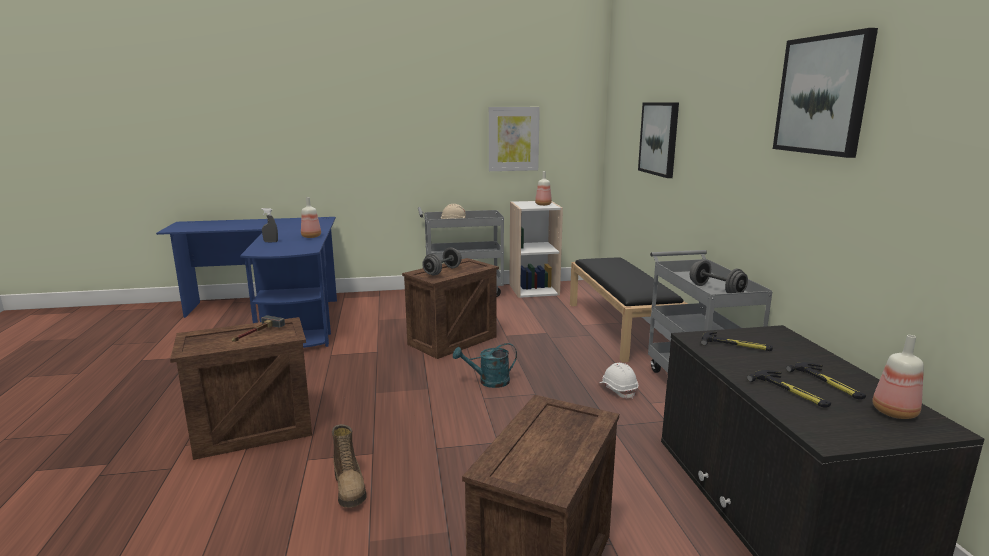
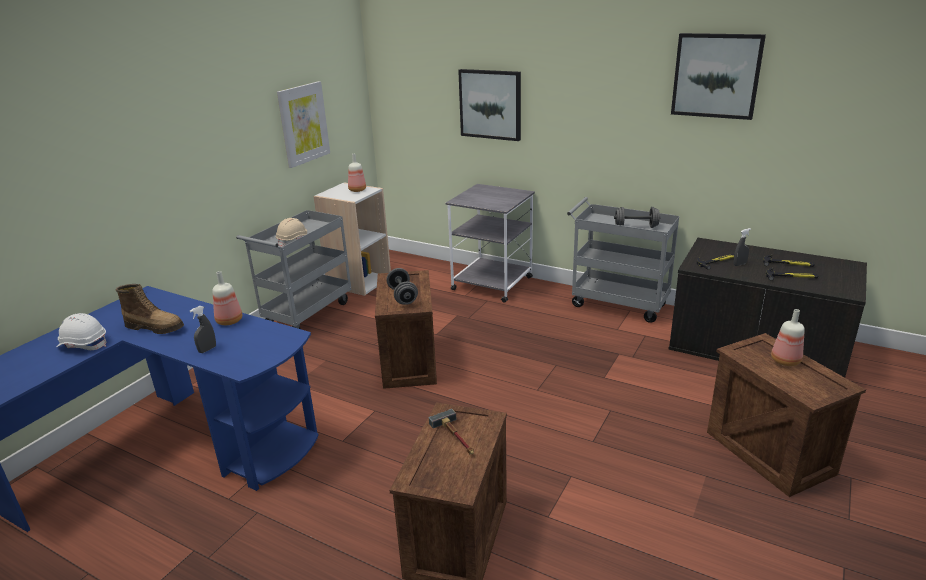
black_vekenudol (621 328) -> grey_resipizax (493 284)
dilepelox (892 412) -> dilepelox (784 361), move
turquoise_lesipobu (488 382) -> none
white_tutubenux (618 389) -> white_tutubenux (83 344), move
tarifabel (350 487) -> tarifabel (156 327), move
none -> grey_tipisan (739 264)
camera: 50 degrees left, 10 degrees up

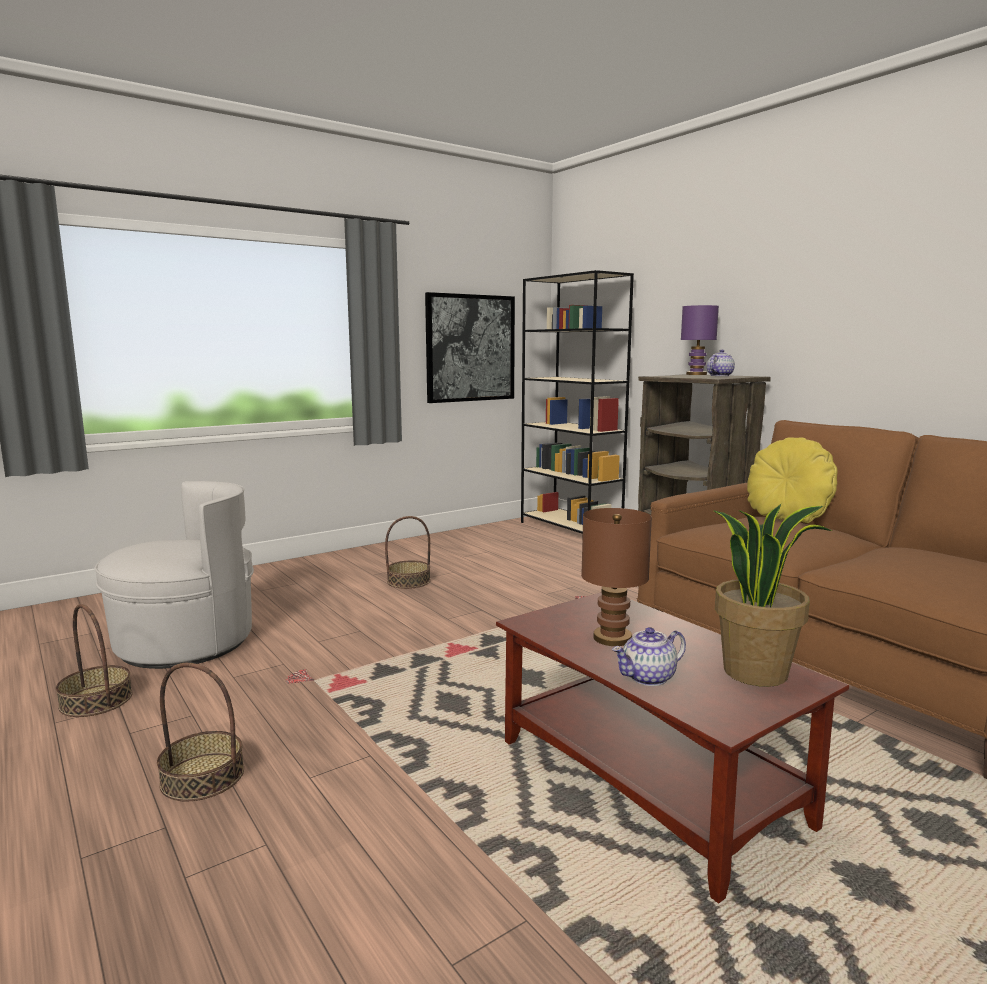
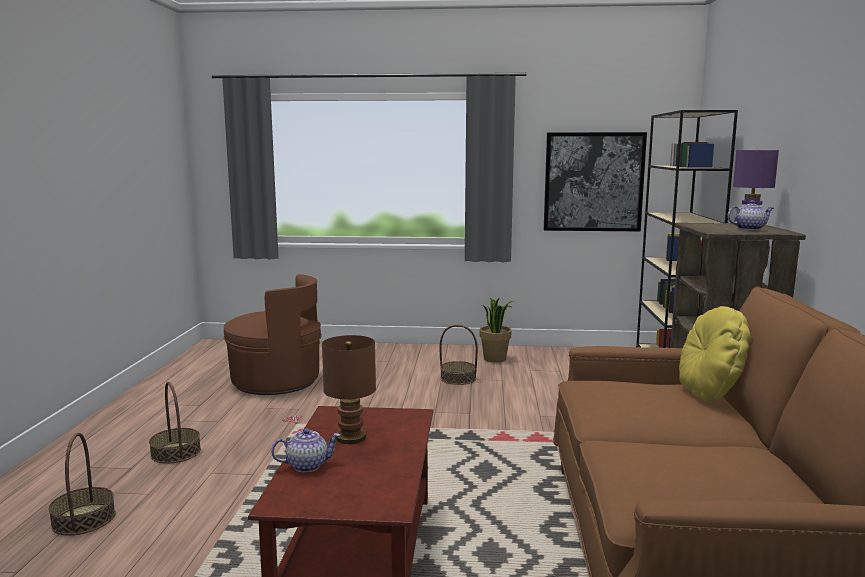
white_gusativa (184 642) -> brown_gusativa (275 381)
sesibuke (755 672) -> sesibuke (495 359), move
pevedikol (96 700) -> pevedikol (83 519), move
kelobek (648 678) -> kelobek (307 465), 150 degrees clockwise
camera: 40 degrees right, 0 degrees up

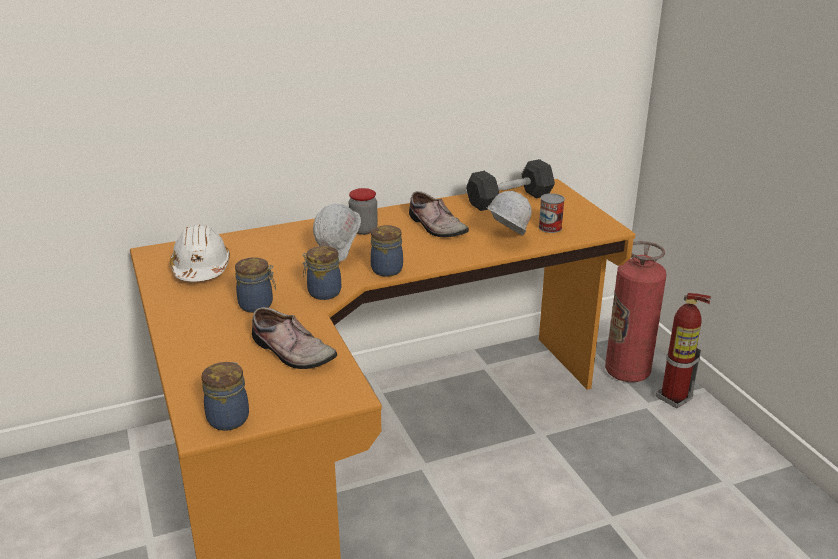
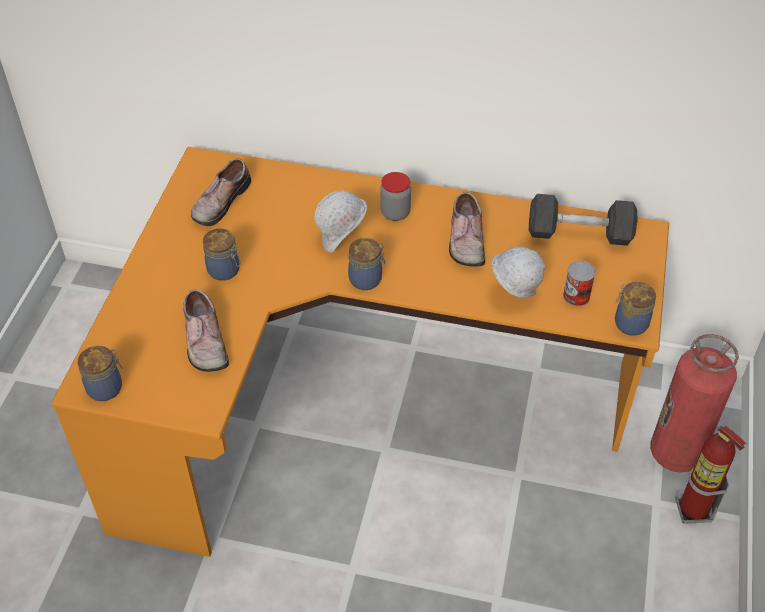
white_tutubenux (201 268) -> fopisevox (219 201)
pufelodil (323 292) -> pufelodil (629 323), move
camera: 35 degrees right, 20 degrees up

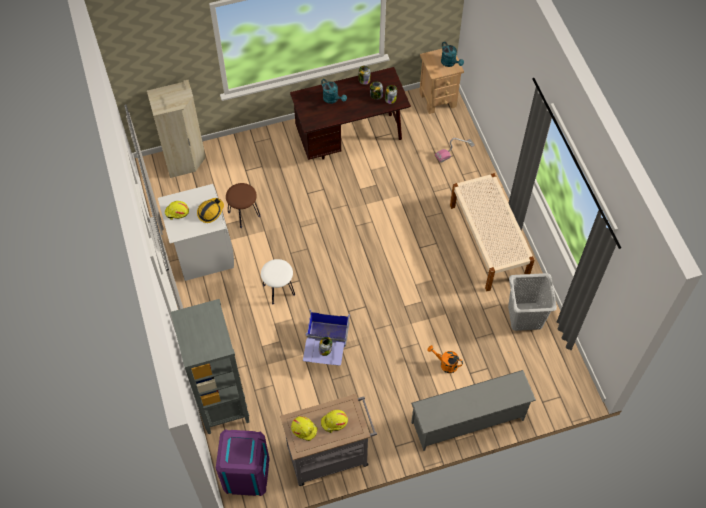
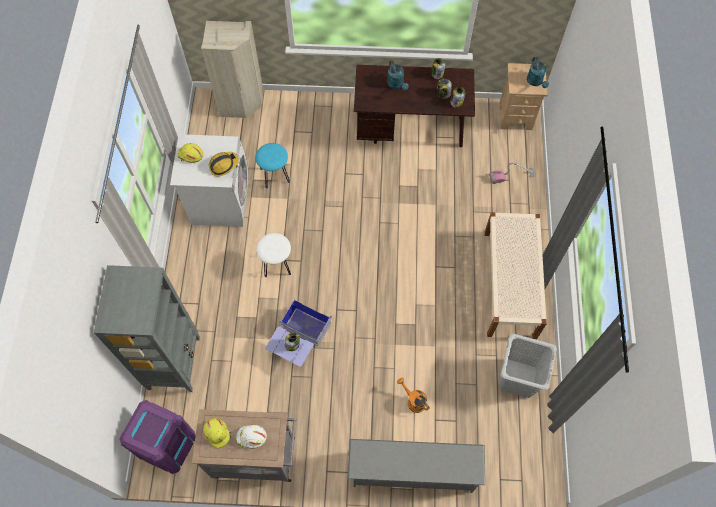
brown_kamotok (244 214) -> turquoise_kamotok (274 175)
yellow_tutubenux (334 422) -> white_tutubenux (251 437)
camera: 20 degrees right, 5 degrees up

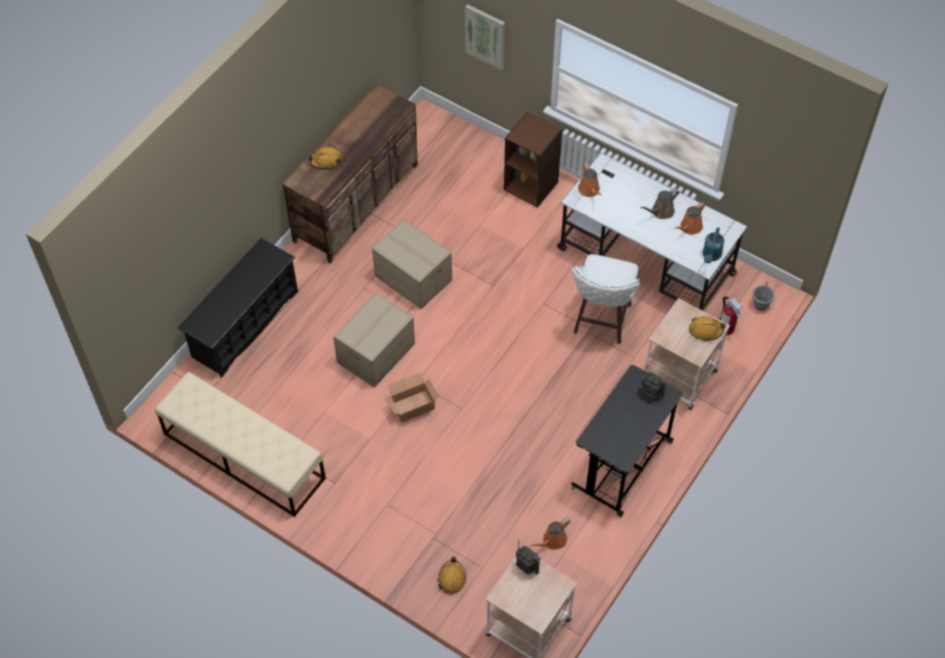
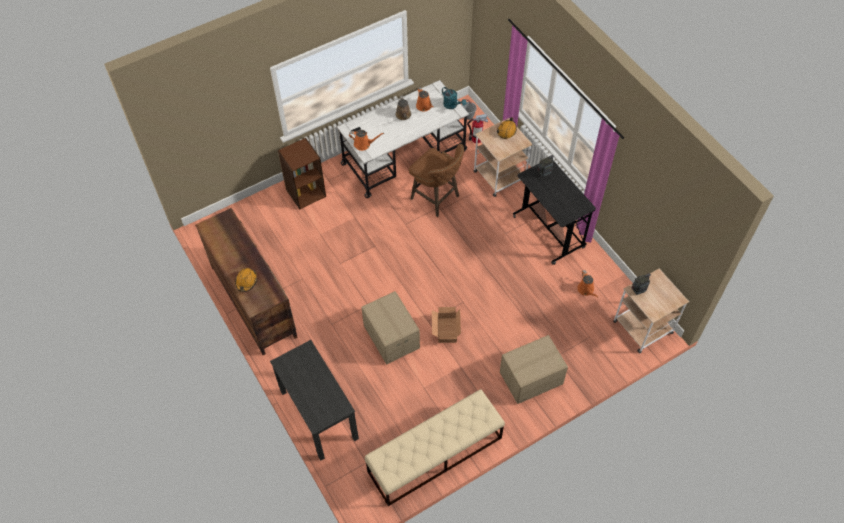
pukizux (485 36) -> none
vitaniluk (412 278) -> vitaniluk (531 378), move
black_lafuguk (244 324) -> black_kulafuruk (318 414)
white_kamotok (601 321) -> brown_kamotok (436 199)
orange_tutubenux (451 578) -> none
camera: 65 degrees left, 0 degrees up

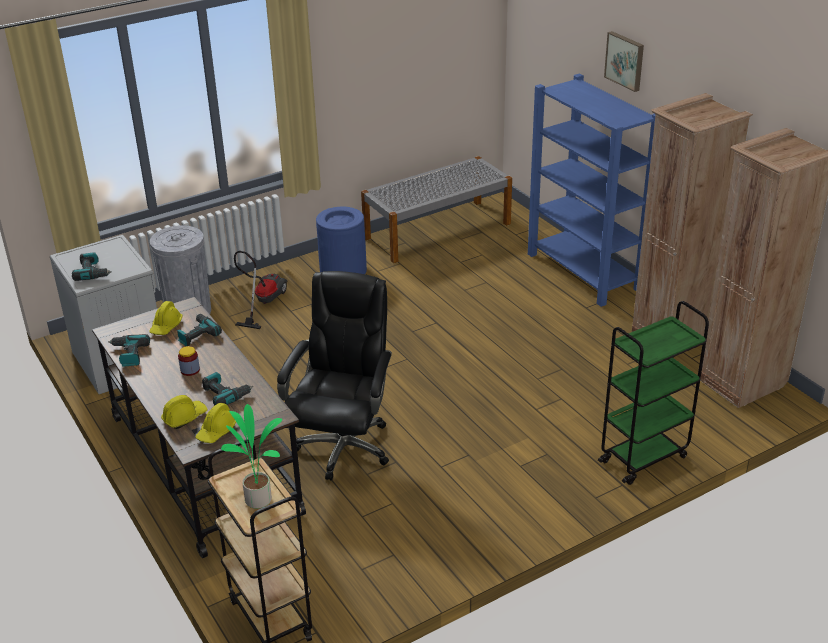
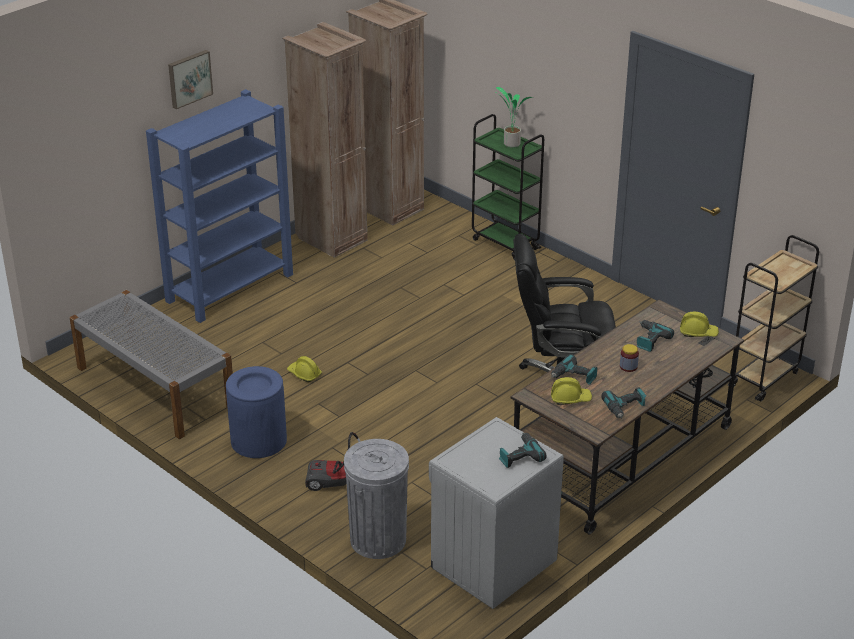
yellow_tutubenux (184 417) -> yellow_tutubenux (304 374), move
sesibuke (259 498) -> sesibuke (510 144), move
camera: 105 degrees left, 0 degrees up

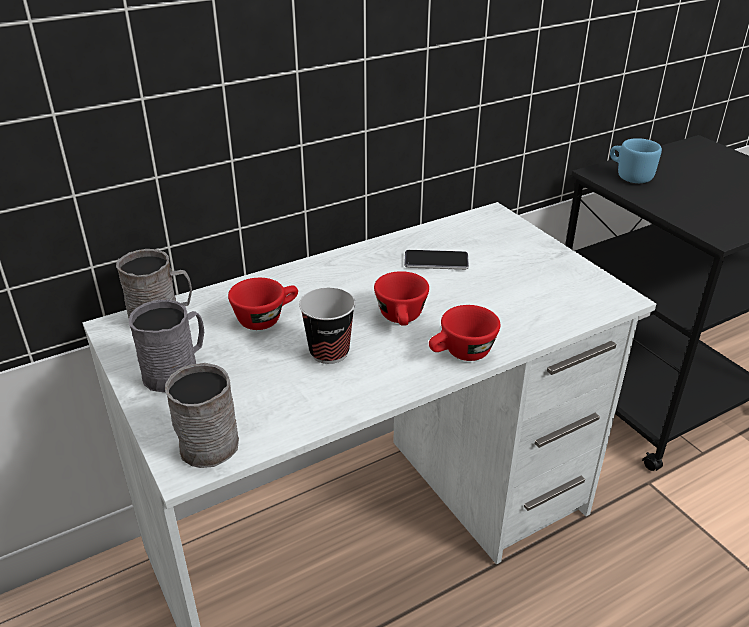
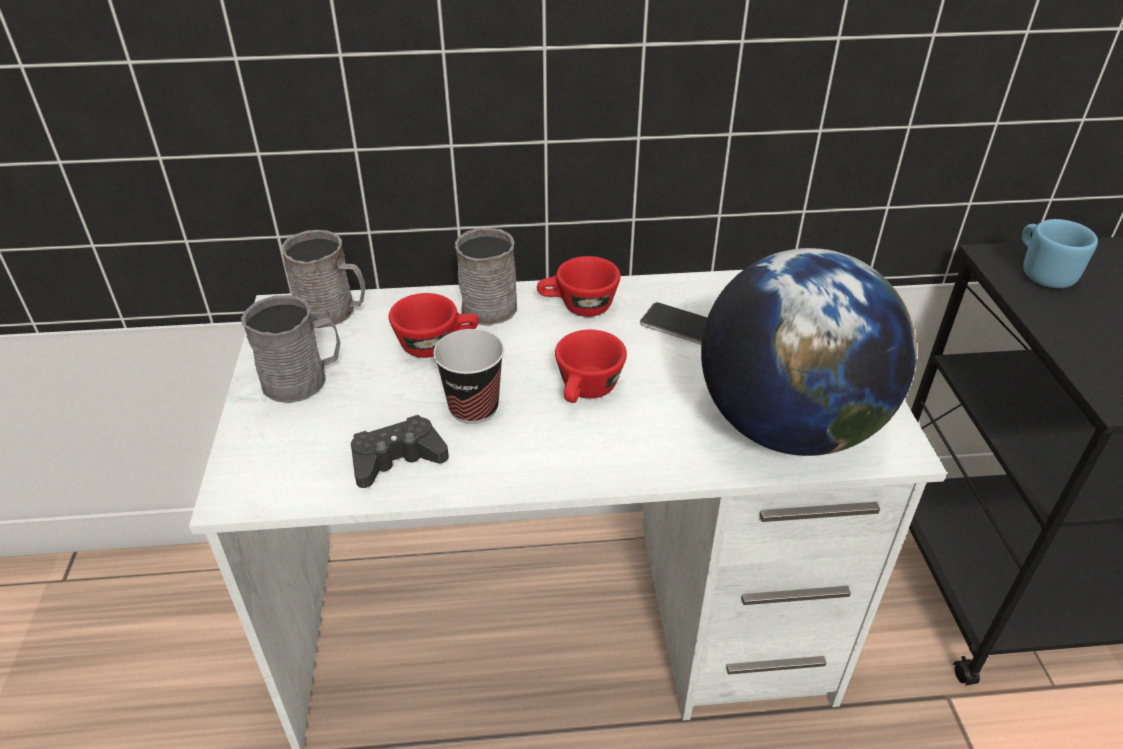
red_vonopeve (461 354) -> red_vonopeve (578 307), move
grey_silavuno (209 438) -> grey_silavuno (492 303), move
none -> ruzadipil (788 427)
none -> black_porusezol (397 459)
camera: 25 degrees right, 5 degrees up

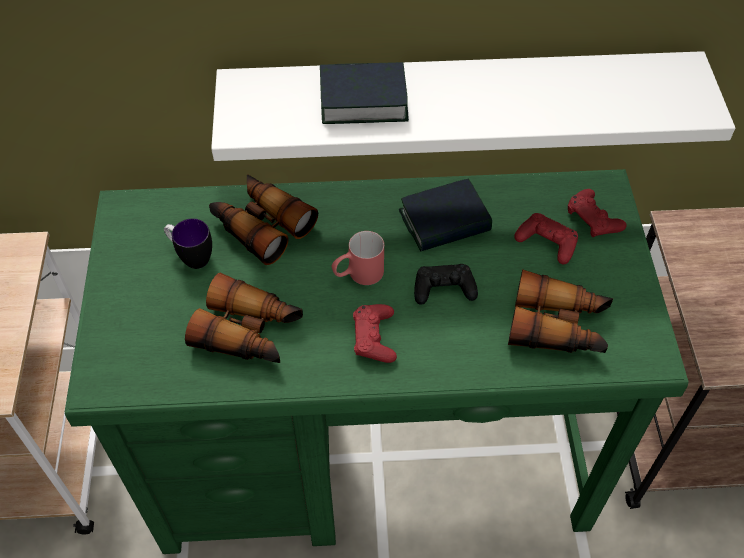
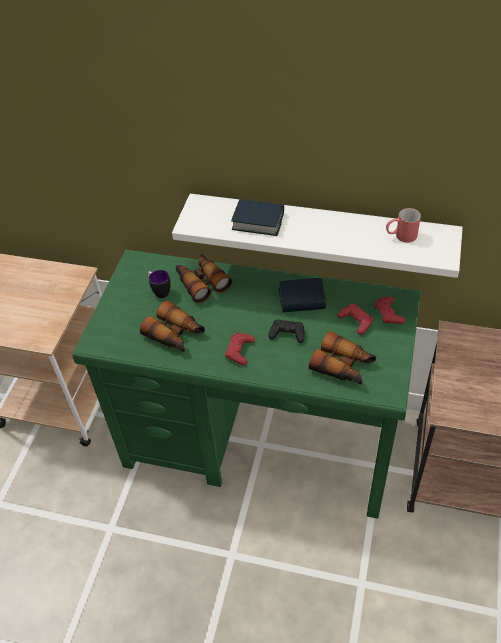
red_silavuno (358 275) -> red_silavuno (400 236), move
camera: 20 degrees right, 5 degrees down

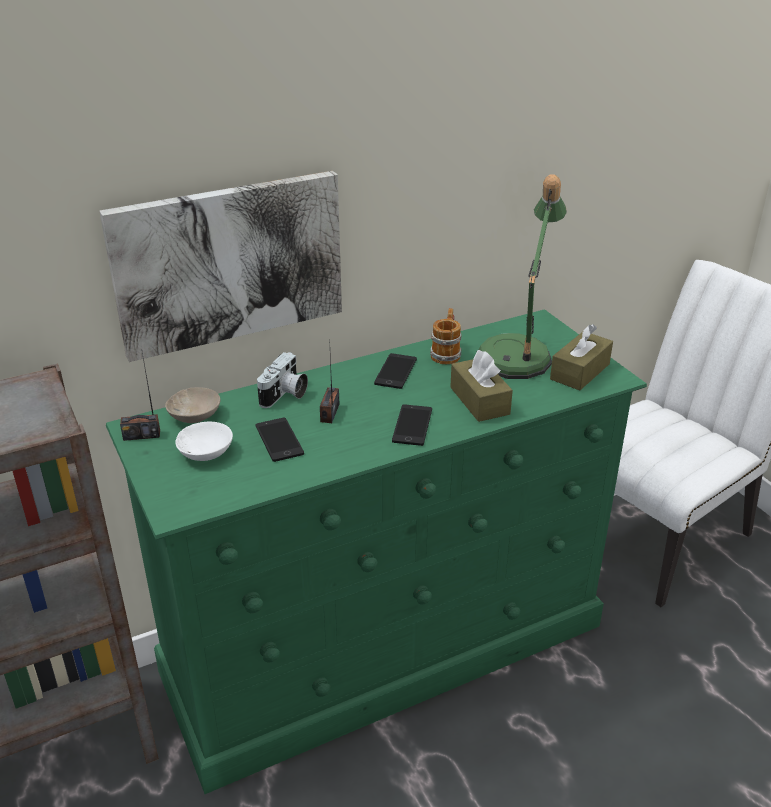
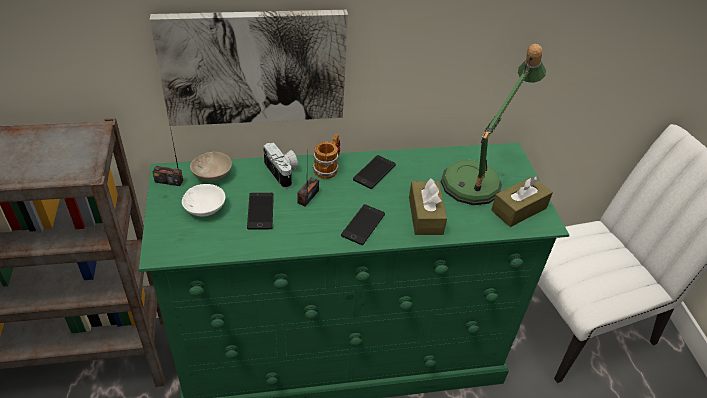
silavuno (446 353) -> silavuno (328 168), move
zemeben (285 395) -> zemeben (283 172), 75 degrees counterclockwise
camera: 15 degrees right, 10 degrees up

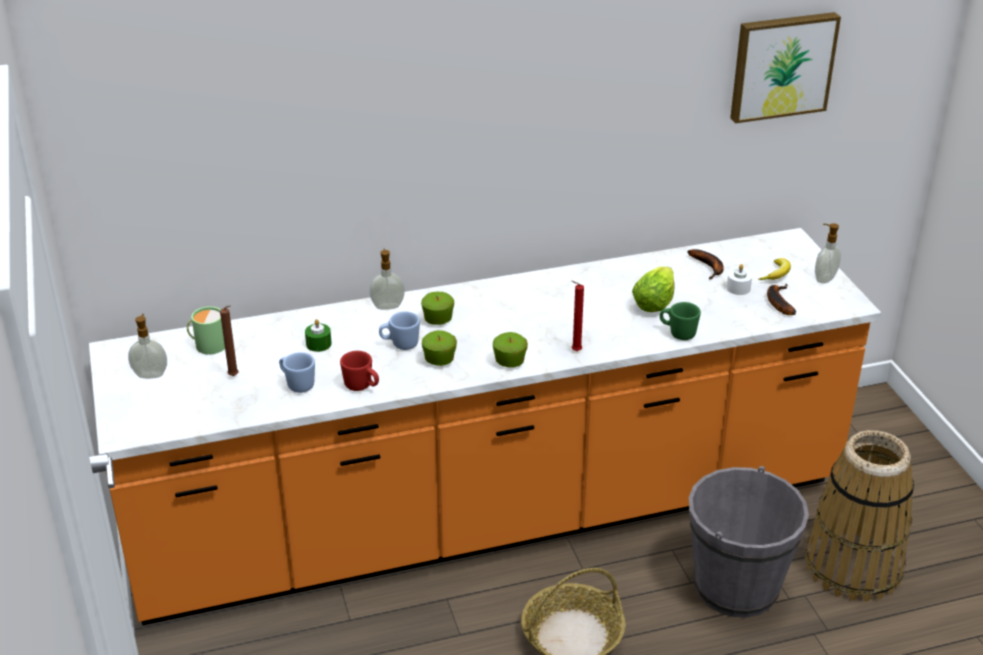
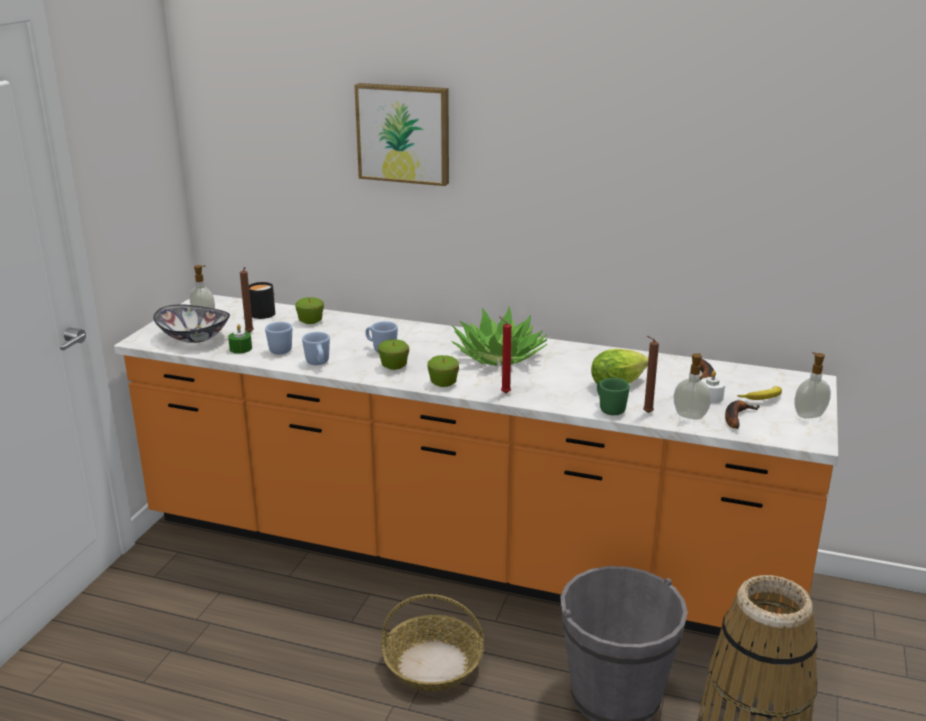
pukizux (781 65) -> pukizux (404 133), move
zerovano (387 306) -> zerovano (690 415), move
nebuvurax (438 320) -> nebuvurax (310 321), move
green_silavuno (208 344) -> black_silavuno (261 313)
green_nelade (318 344) -> green_nelade (240 348), move
red_silavuno (362 387) -> blue_silavuno (318 364)
none -> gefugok (193 338)
none -> sesibuke (499 356)
none -> brown_nelade (646 413)
camera: 35 degrees right, 10 degrees down

